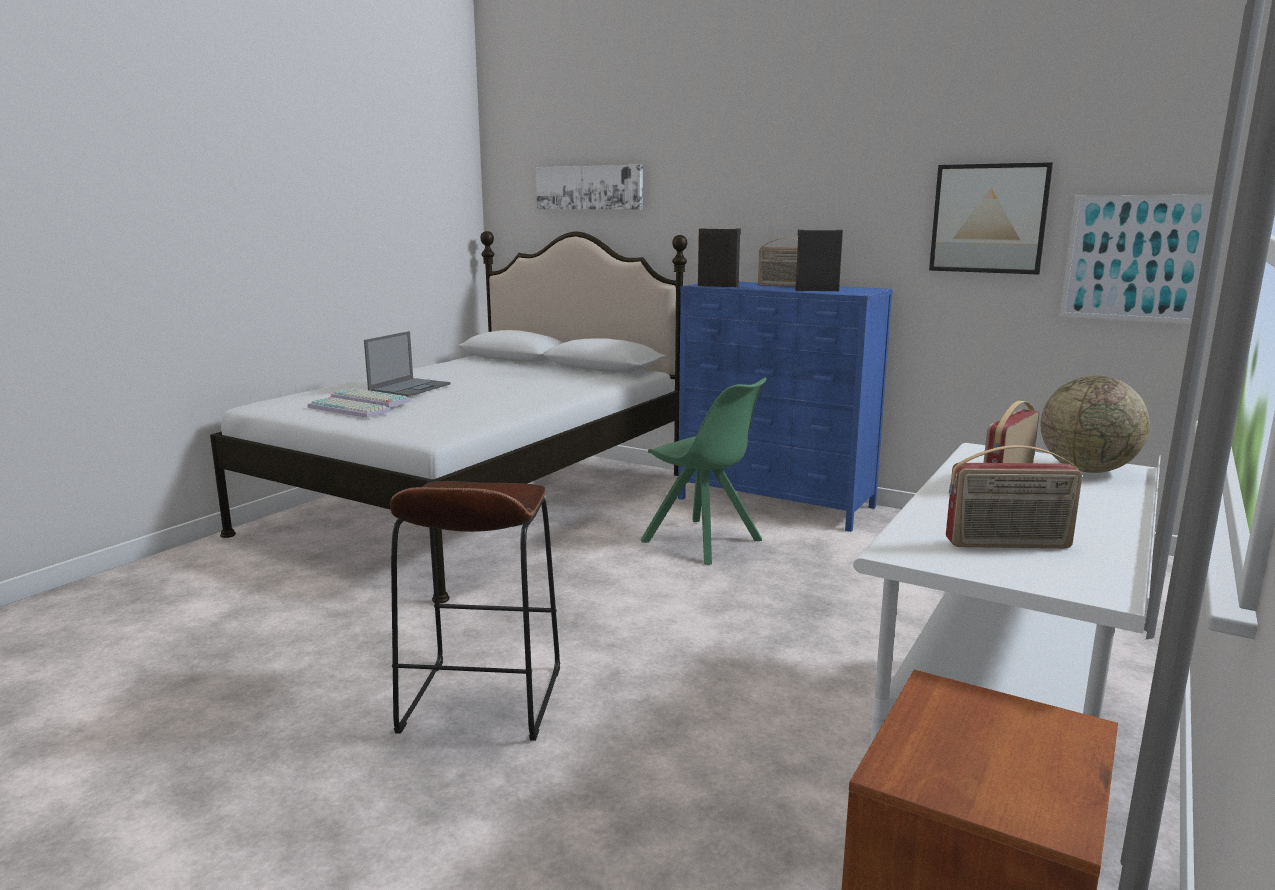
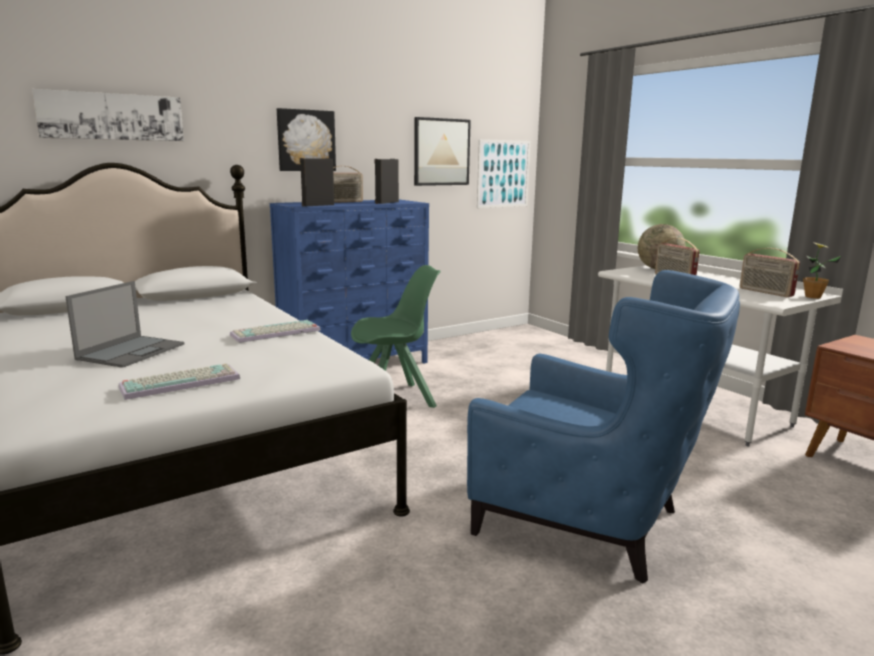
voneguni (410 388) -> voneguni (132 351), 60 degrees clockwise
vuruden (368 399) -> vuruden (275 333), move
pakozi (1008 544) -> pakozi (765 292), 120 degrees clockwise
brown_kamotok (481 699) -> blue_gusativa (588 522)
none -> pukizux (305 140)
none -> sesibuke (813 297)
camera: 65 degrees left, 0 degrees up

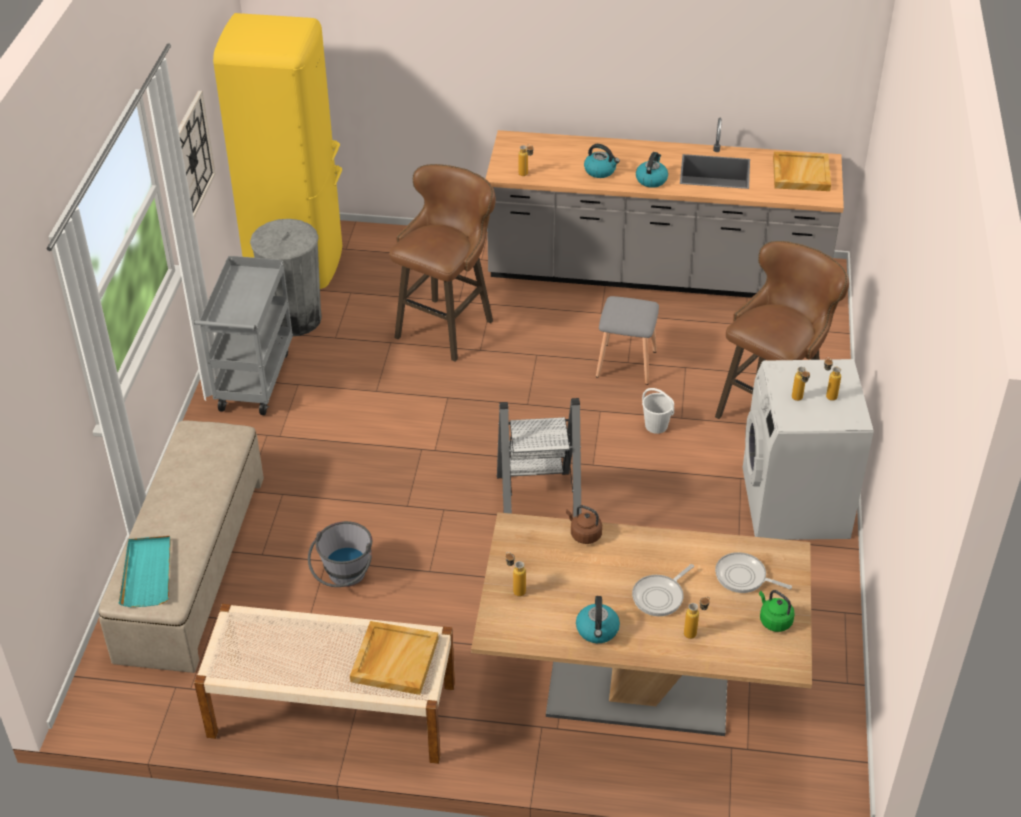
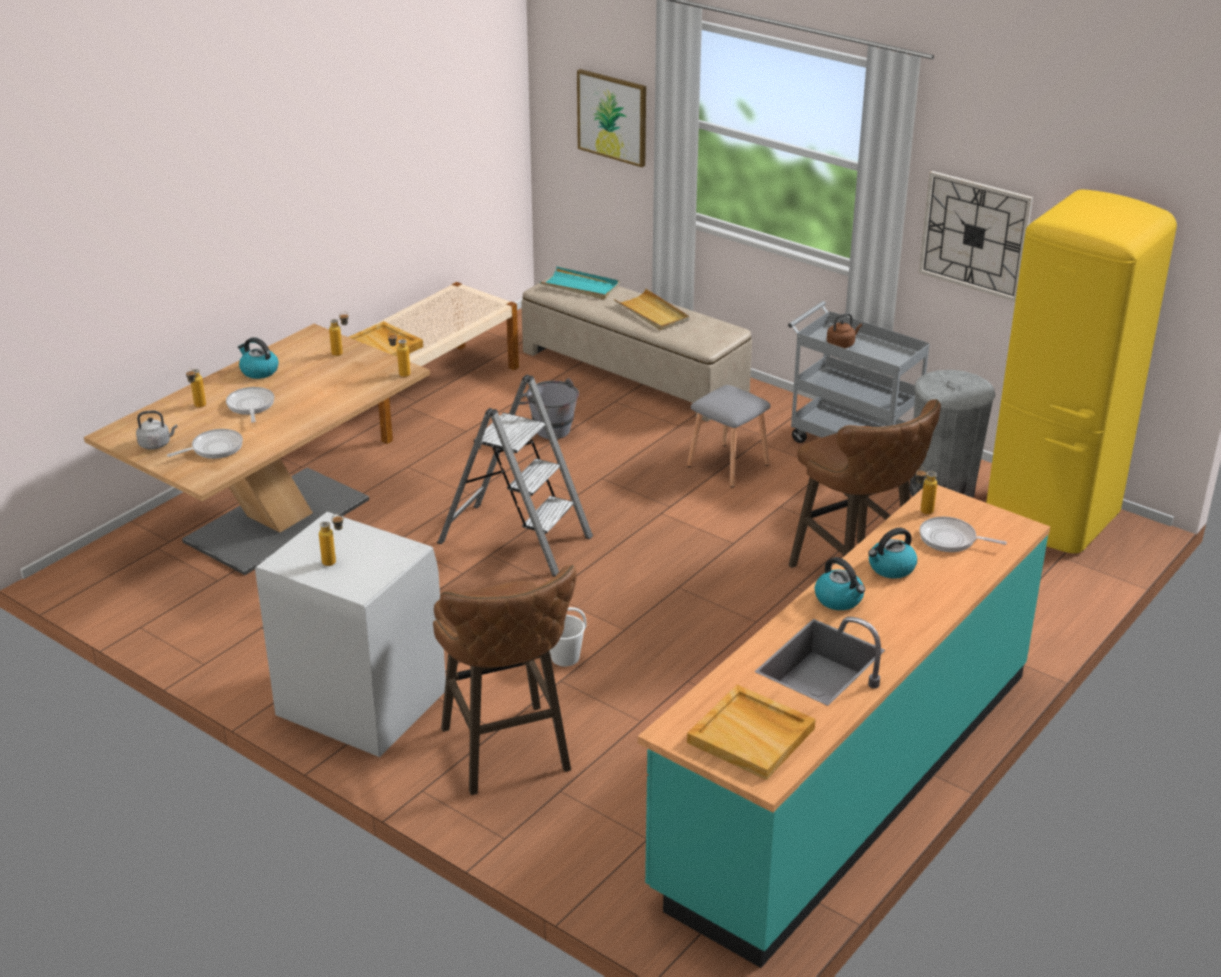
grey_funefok (656 274) -> turquoise_funefok (846 779)
grey_kamotok (626 364) -> grey_kamotok (726 465), move
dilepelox (798 400) -> dilepelox (400 374), move
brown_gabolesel (584 534) -> brown_gabolesel (842 344), move
green_gabolesel (774 620) -> grey_gabolesel (156 444)
none -> pukizux (612 117)
none -> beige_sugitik (652 313)
none -> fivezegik (951 539)
camera: 120 degrees right, 10 degrees down

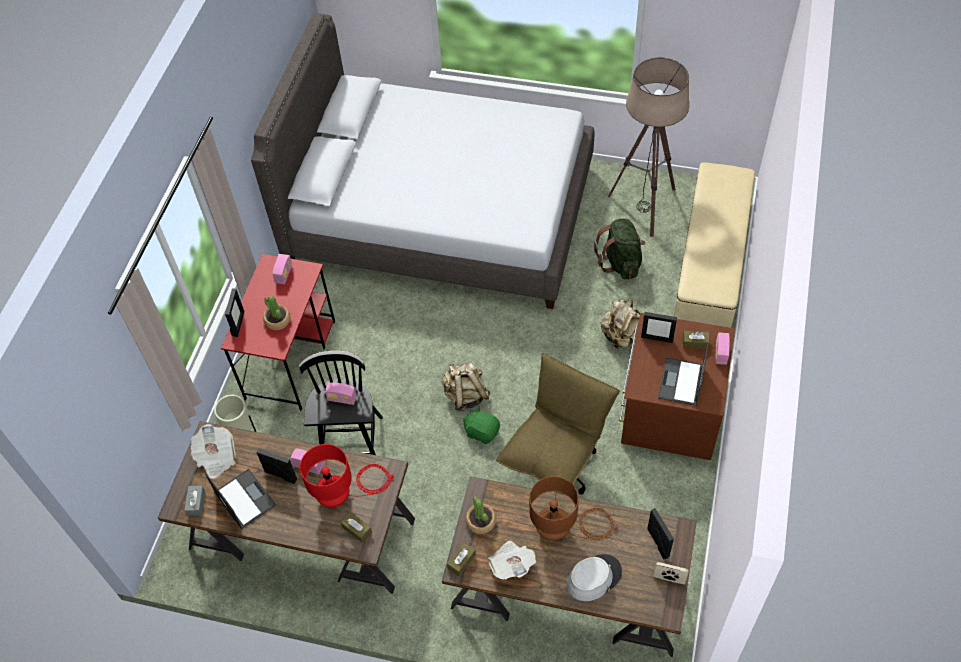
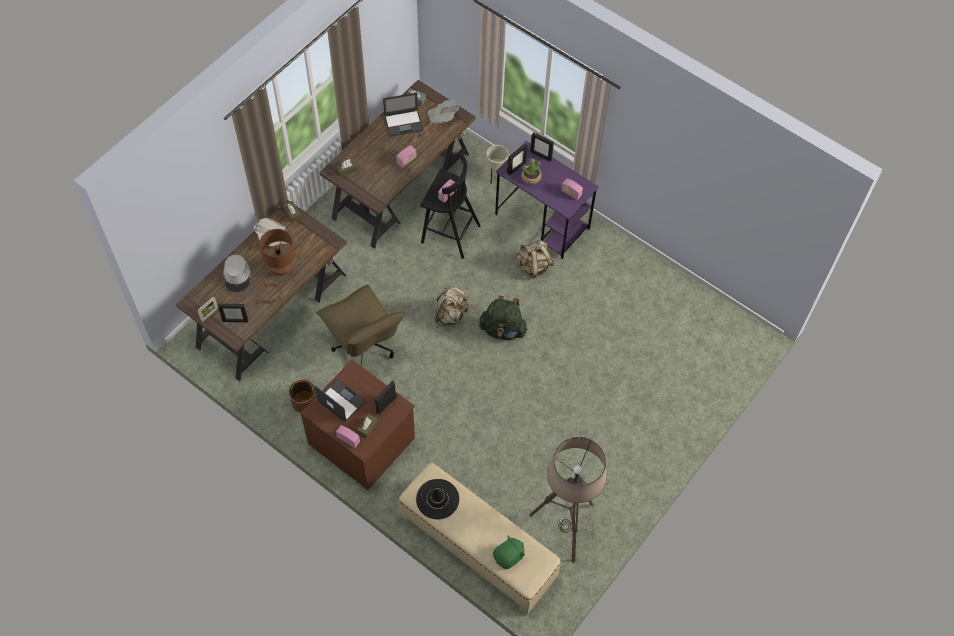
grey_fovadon (440 214) -> none
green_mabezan (620 262) -> green_mabezan (503 330), move
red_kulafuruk (291 358) -> purple_kulafuruk (543 222)
beige_mabezan (621 336) -> beige_mabezan (533 266), move
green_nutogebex (482 431) -> green_nutogebex (509 556), move
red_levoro (349 490) -> none
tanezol (280 476) -> tanezol (516 168), move
sesibuke (481 521) -> none
none -> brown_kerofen (304 401)
none -> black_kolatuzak (437 499)
camera: 110 degrees right, 5 degrees up

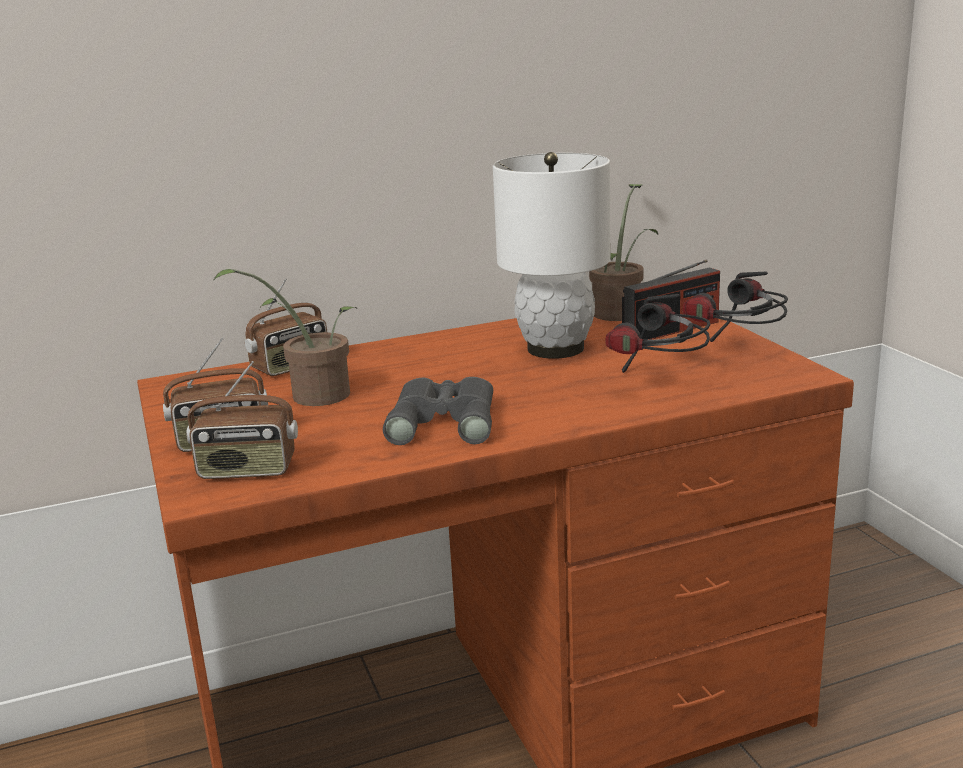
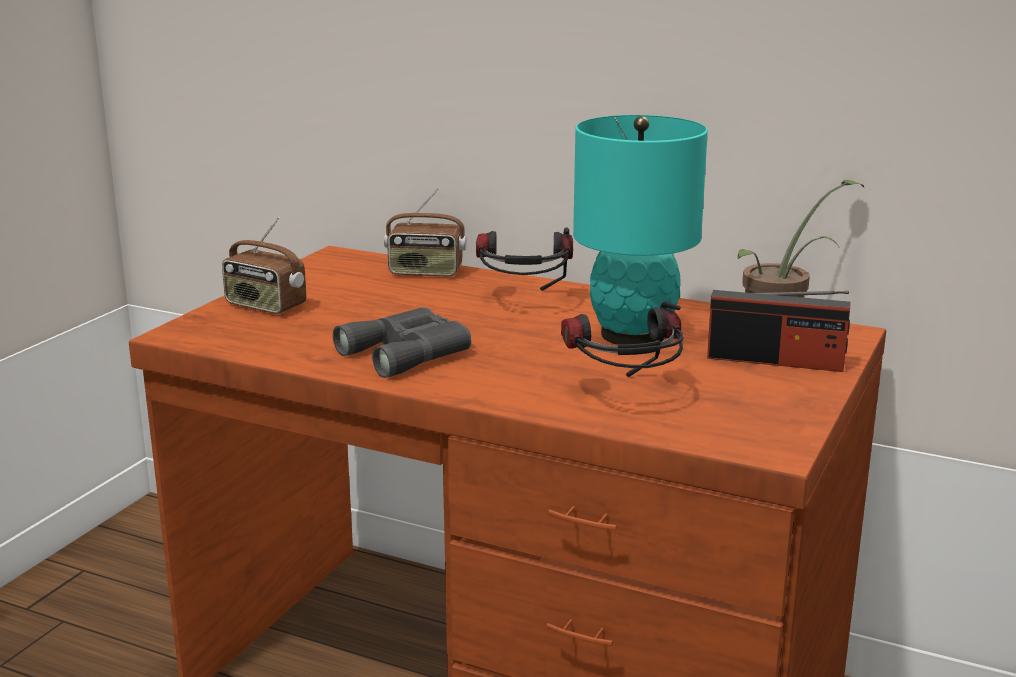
white_levoro (556 349) -> turquoise_levoro (633 335)
sesibuke (311 396) -> none
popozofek (737 354) -> popozofek (523 304), move
pakozi (247 471) -> none
camera: 45 degrees right, 0 degrees up

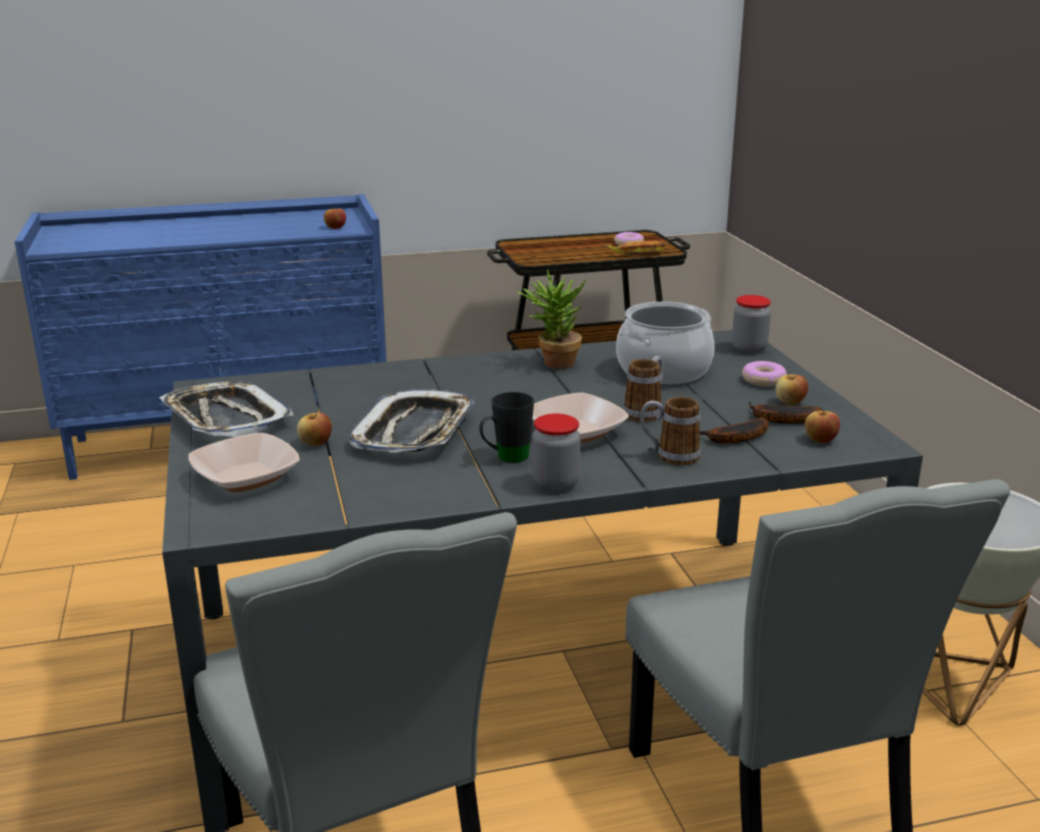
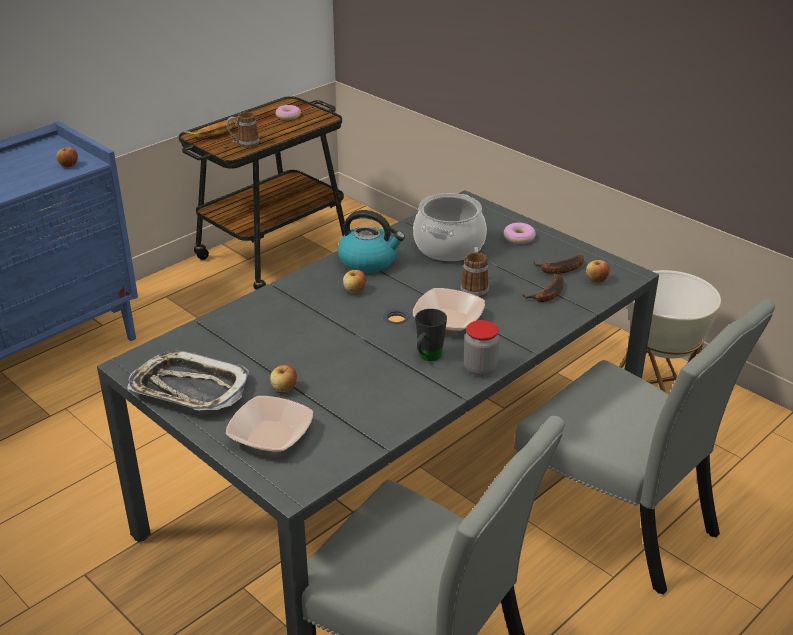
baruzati (637 252) -> baruzati (212 132), move
sesibuke (552 363) -> gabolesel (369 261)
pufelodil (749 348) -> none
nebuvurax (790 402) -> nebuvurax (354 290), move
sugitik (414 432) -> none
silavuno (669 456) -> silavuno (244 144), move
camera: 30 degrees left, 10 degrees up

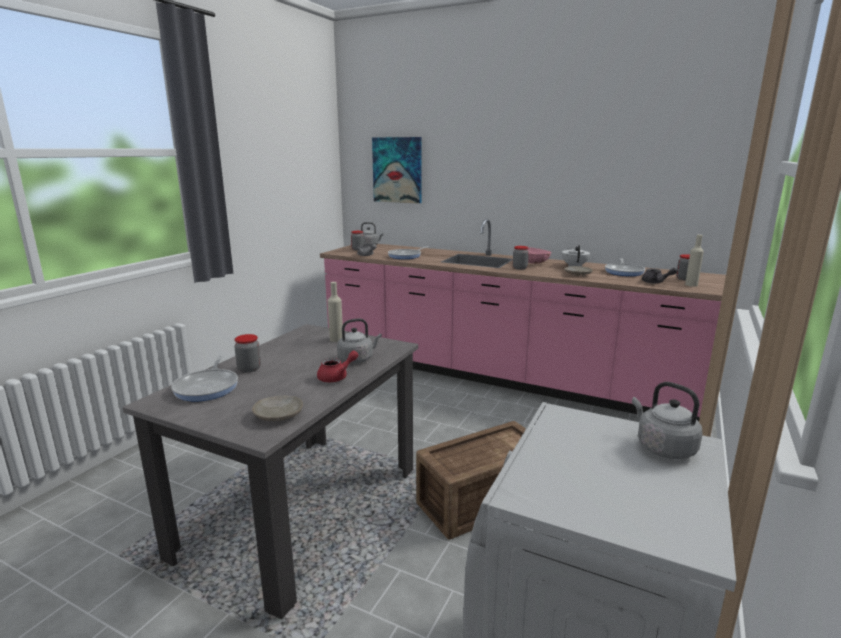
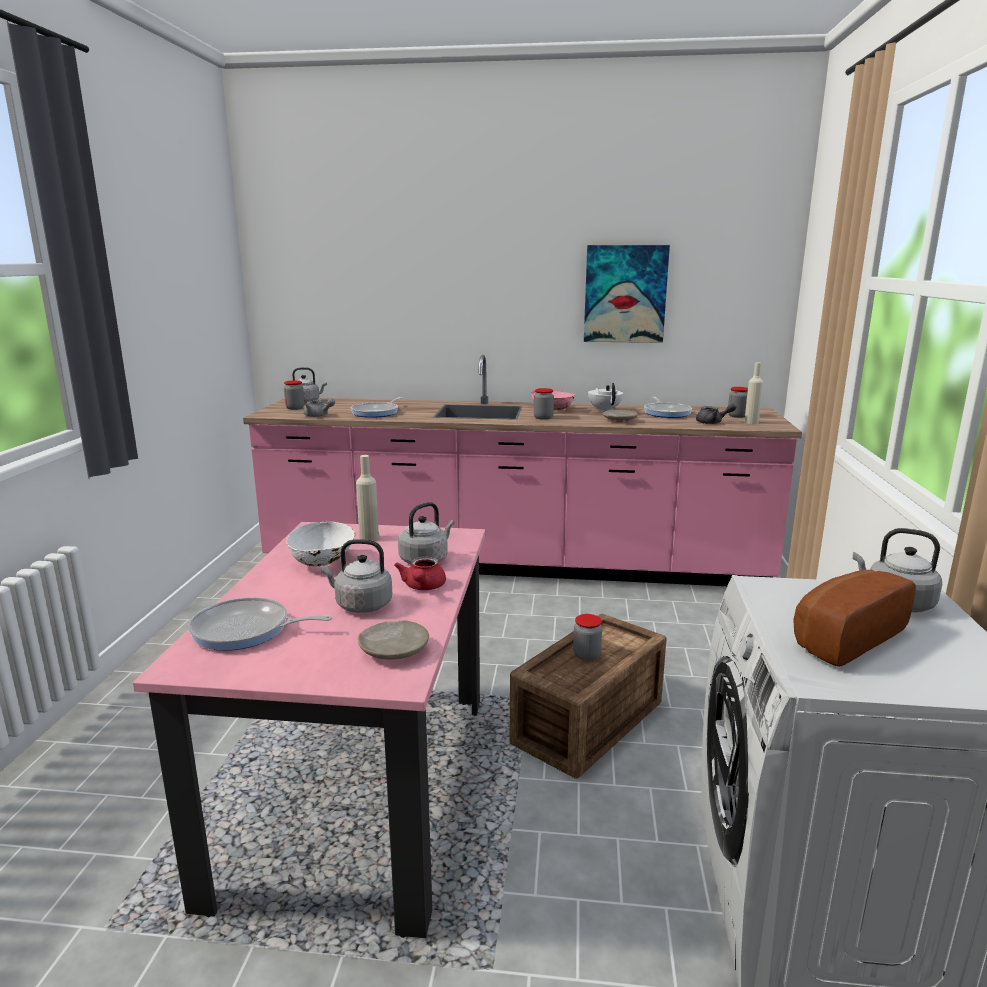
pukizux (397 170) -> pukizux (625 294), move
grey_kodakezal (302 510) -> pink_kodakezal (361 790)
pufelodil (249 369) -> pufelodil (586 655), move
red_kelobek (337 377) -> red_kelobek (423 587), 150 degrees clockwise
fivezegik (208 387) -> fivezegik (246 630), 120 degrees clockwise
none -> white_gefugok (323 562)
none -> grey_gabolesel (361 605)
none -> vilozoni (842 637)
camera: 20 degrees left, 0 degrees up

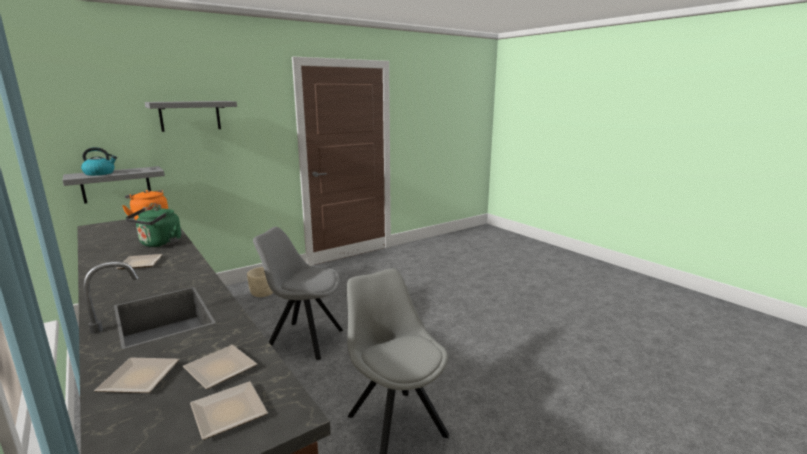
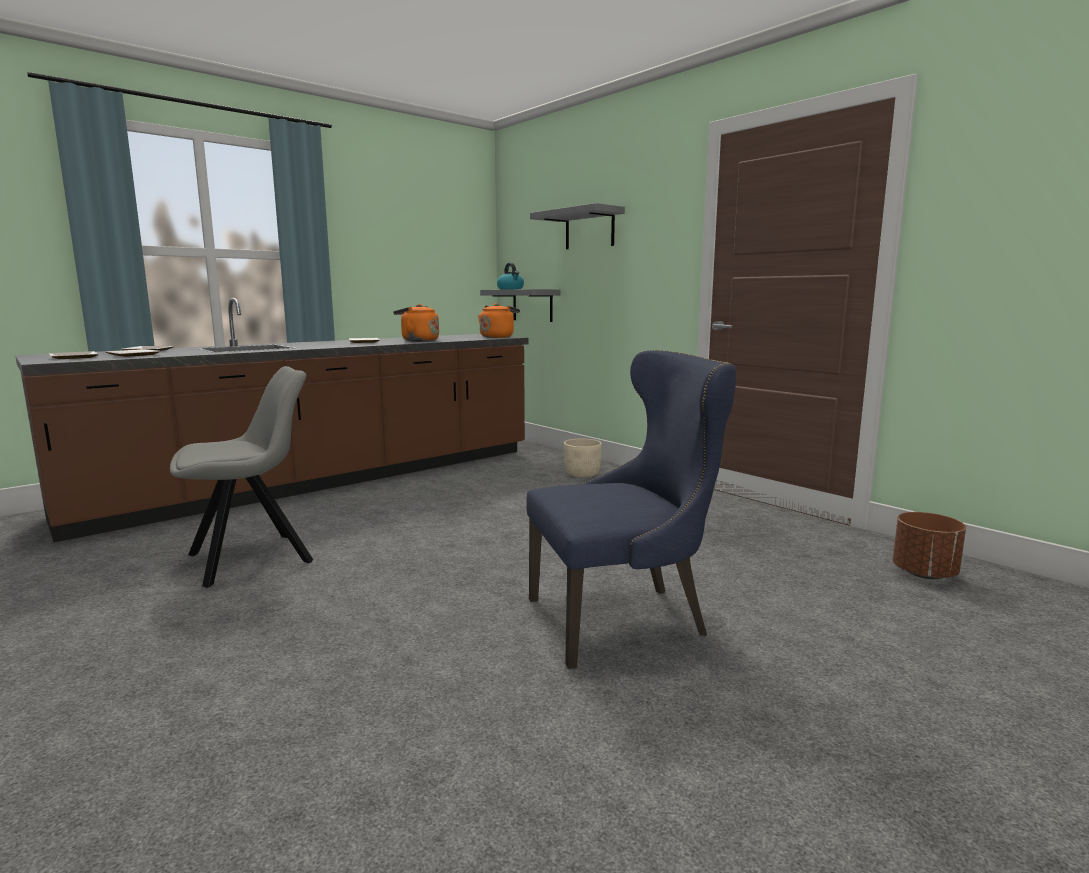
green_gabolesel (159 244) -> orange_gabolesel (417 341)
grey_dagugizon (304 339) -> none
none -> blue_dagugizon (623 619)
none -> brown_kerofen (924 574)
camera: 85 degrees right, 5 degrees down

